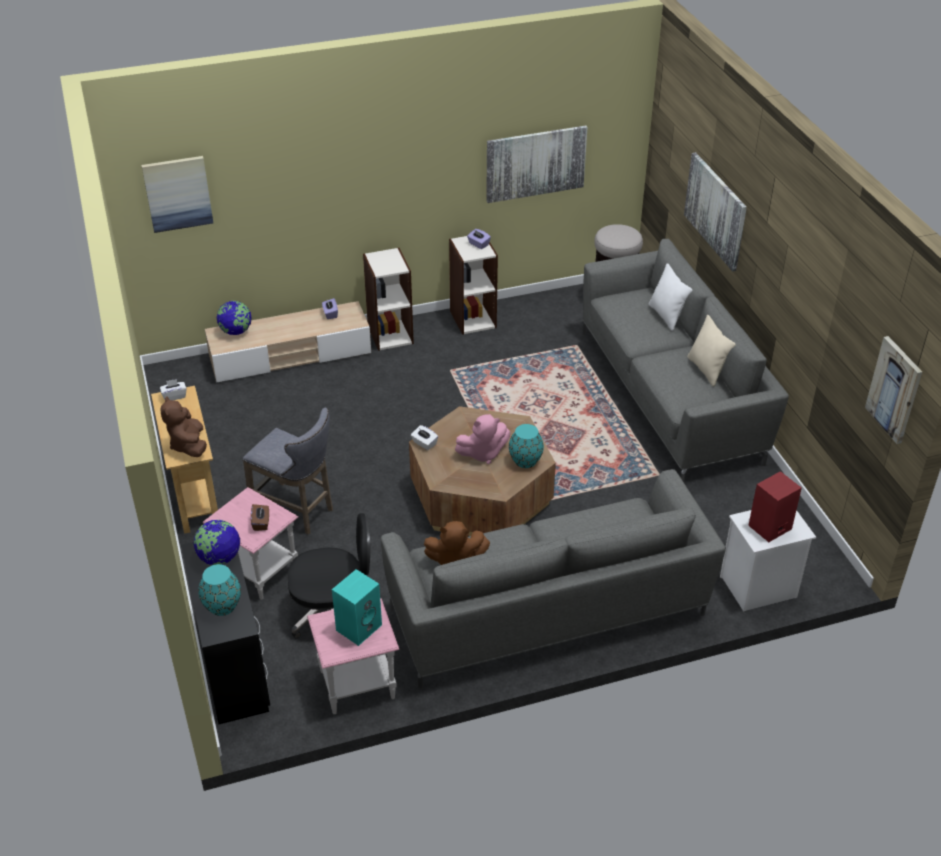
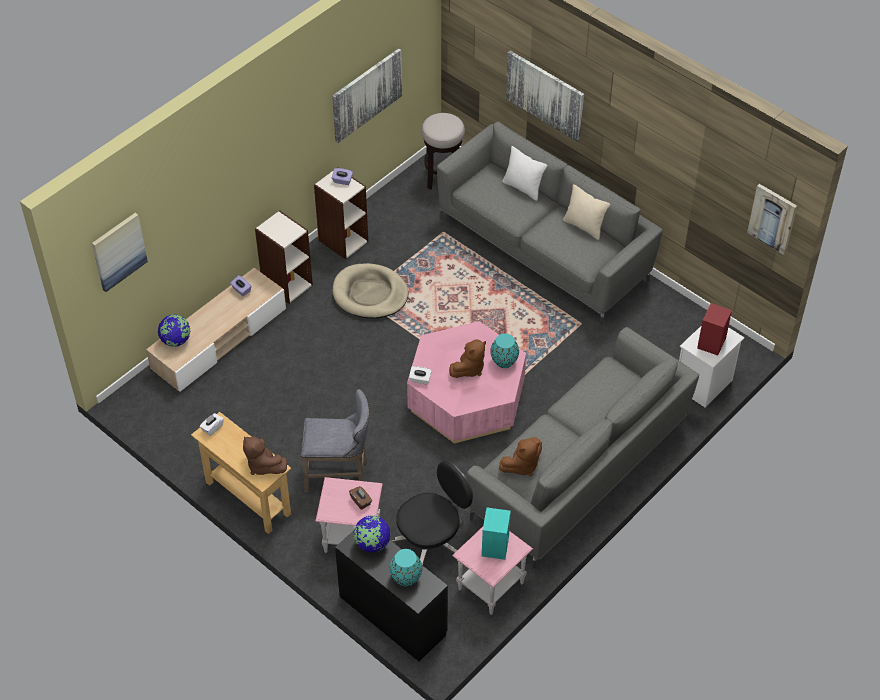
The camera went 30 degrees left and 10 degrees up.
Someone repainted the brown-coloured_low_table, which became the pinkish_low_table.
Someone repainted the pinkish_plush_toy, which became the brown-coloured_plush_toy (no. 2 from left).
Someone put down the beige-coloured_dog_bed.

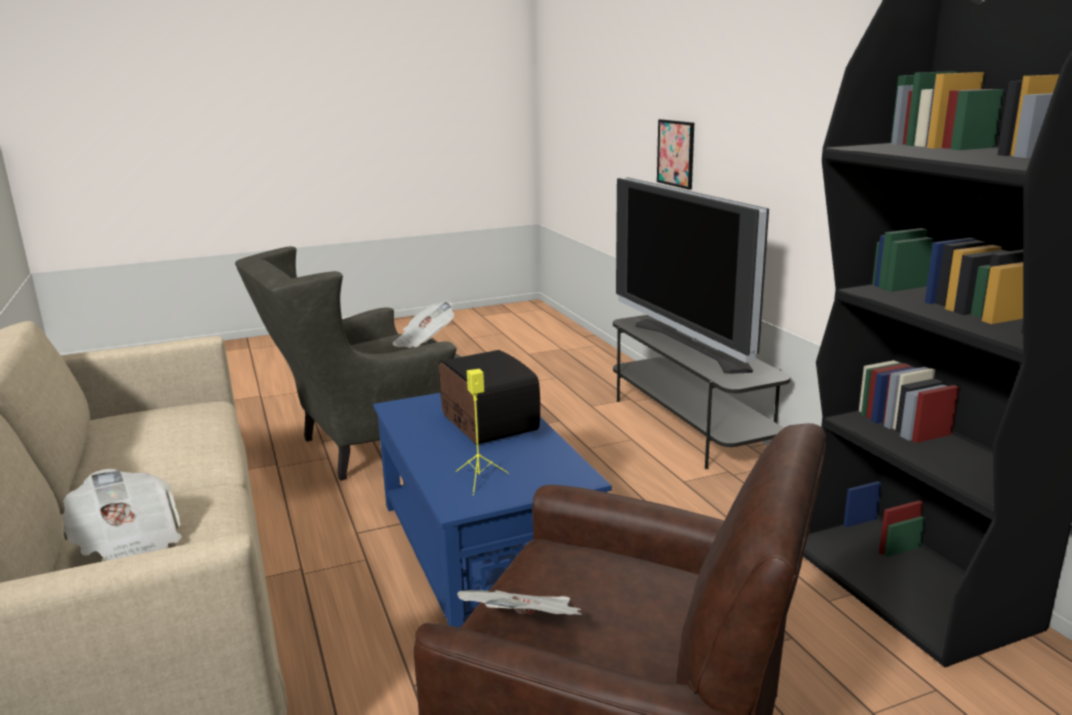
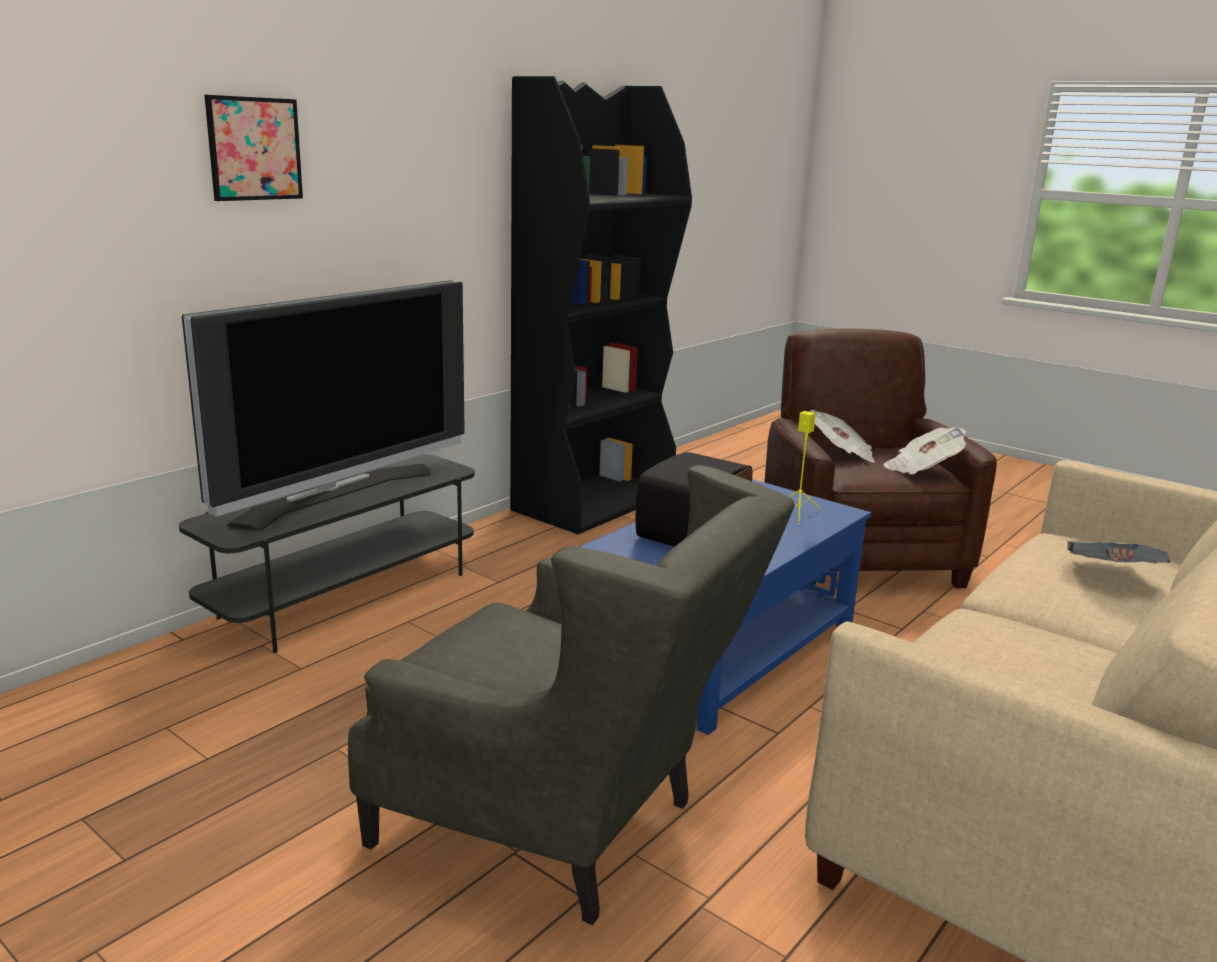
The camera went 120 degrees left and 0 degrees up.
Someone carried the printed_paper (no. 2 from left in the first image).
Someone carried the wall_art.

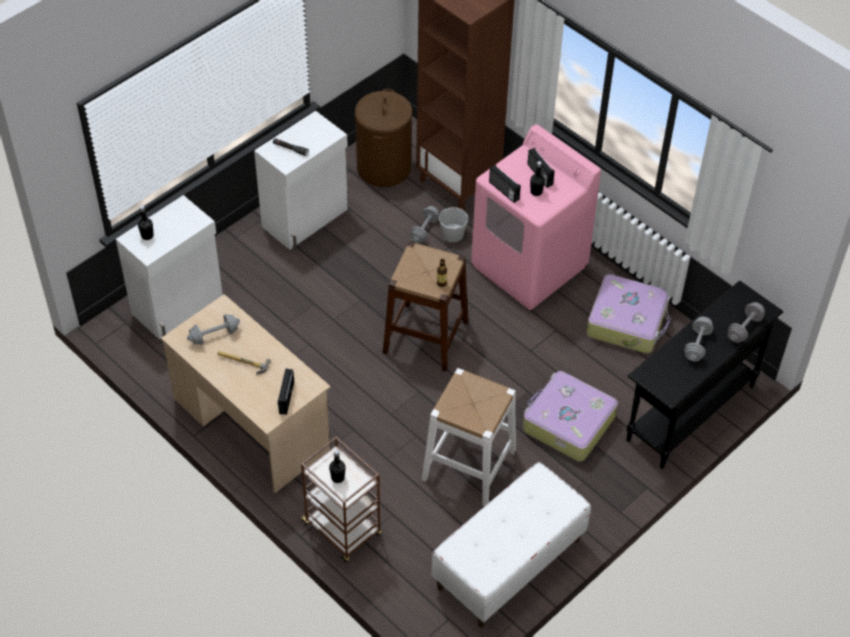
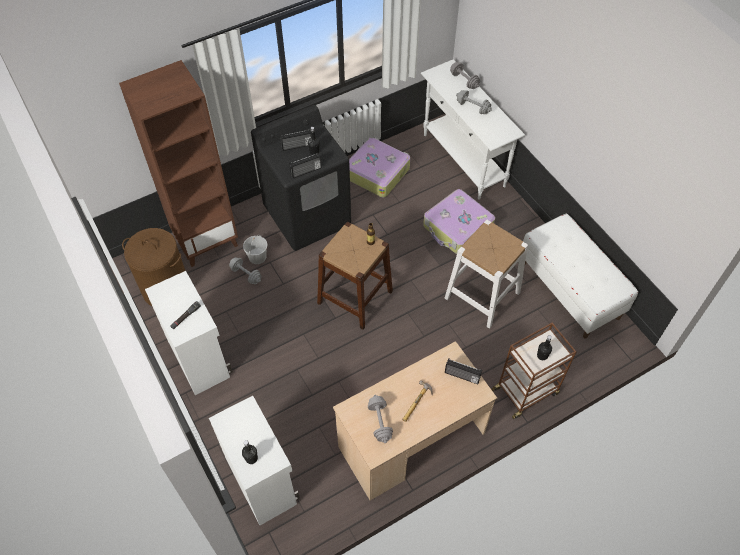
The camera went 75 degrees left and 5 degrees up.
Someone repainted the pinkish_laundry_machine, which became the black_laundry_machine.
Someone repainted the black_hall_table, which became the white_hall_table.

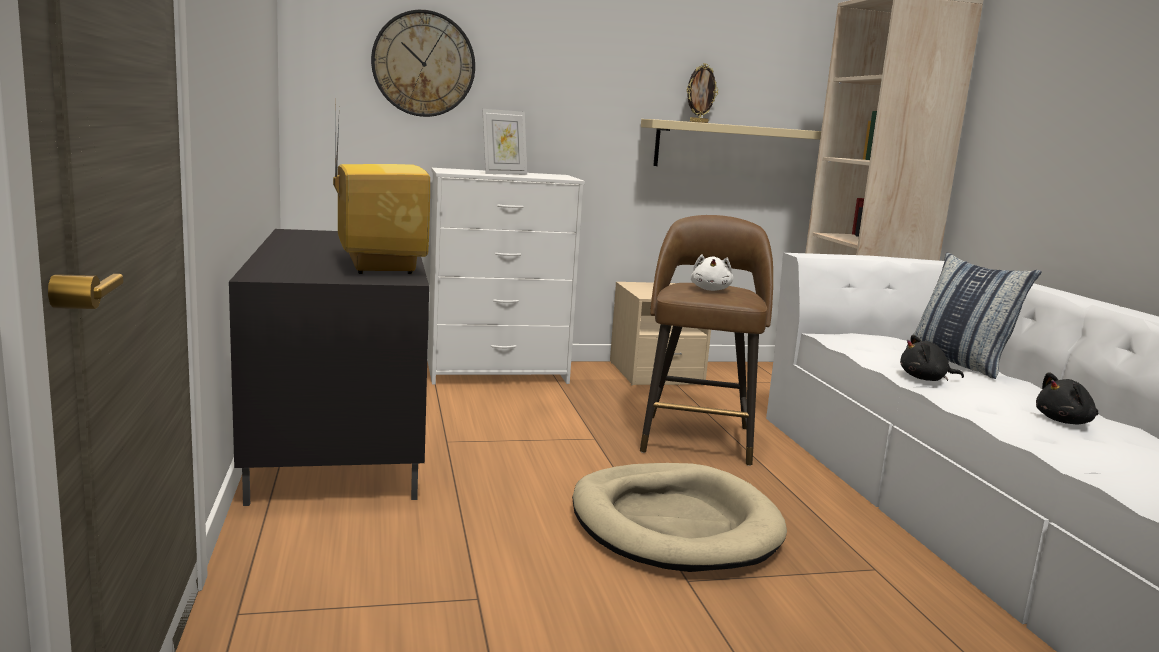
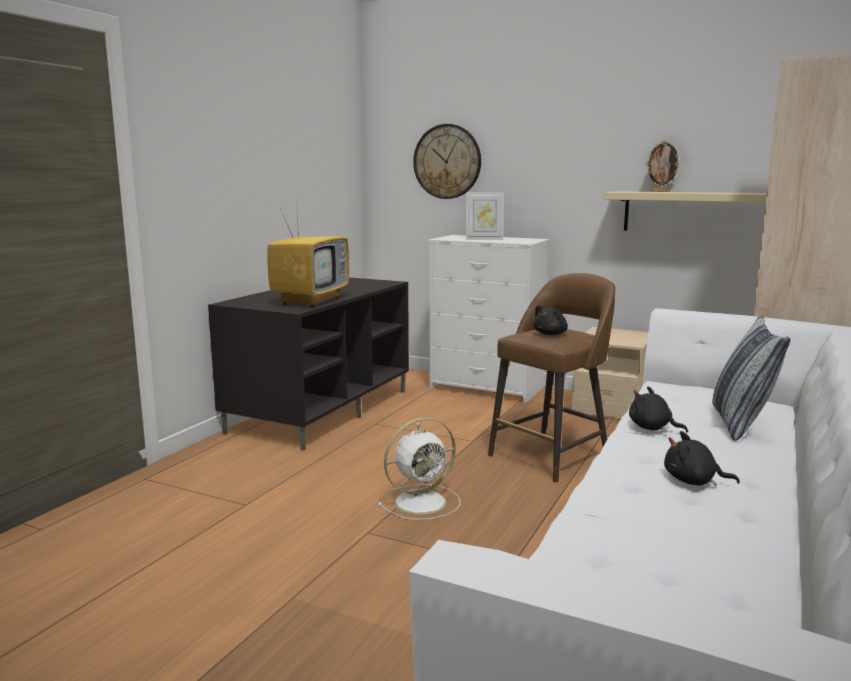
The camera went 40 degrees right and 0 degrees up.
Someone swapped the beige-coloured_dog_bed for the white_electric_fan.
Someone repainted the white_plush_toy, which became the black_plush_toy (no. 1 from left).

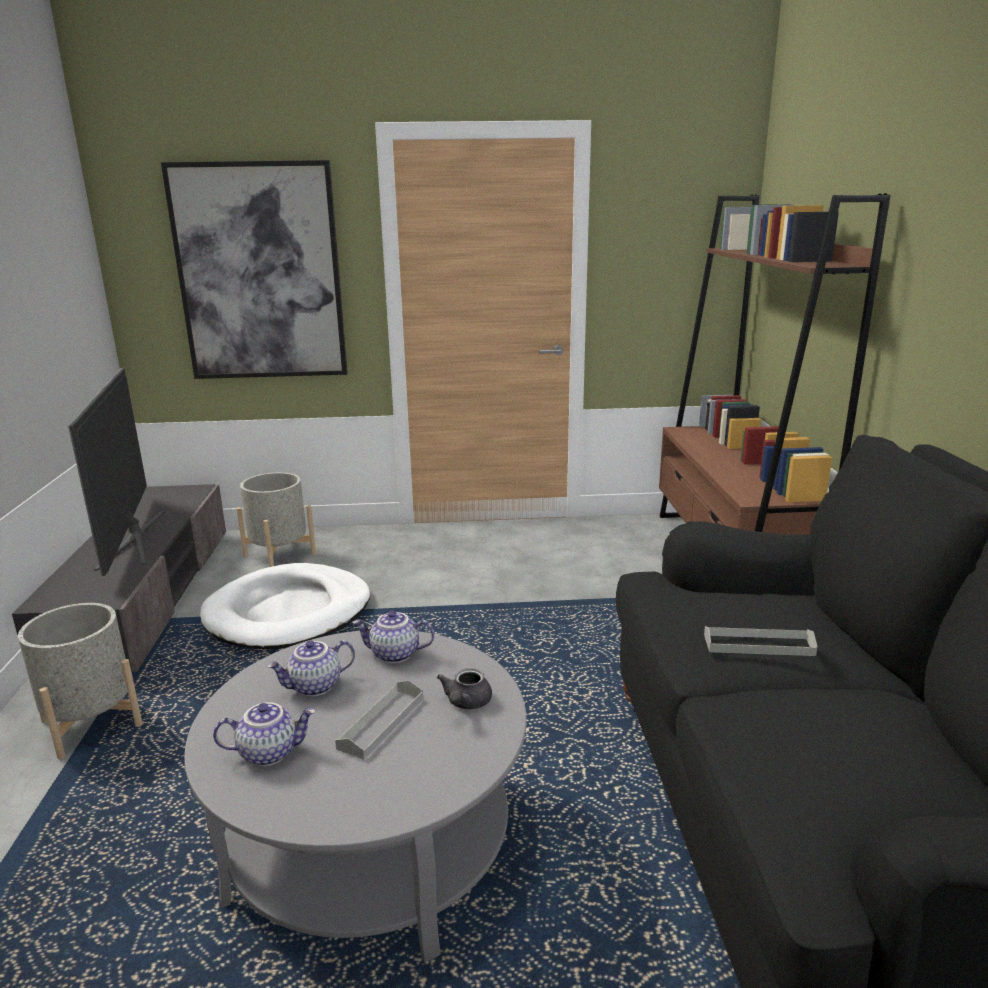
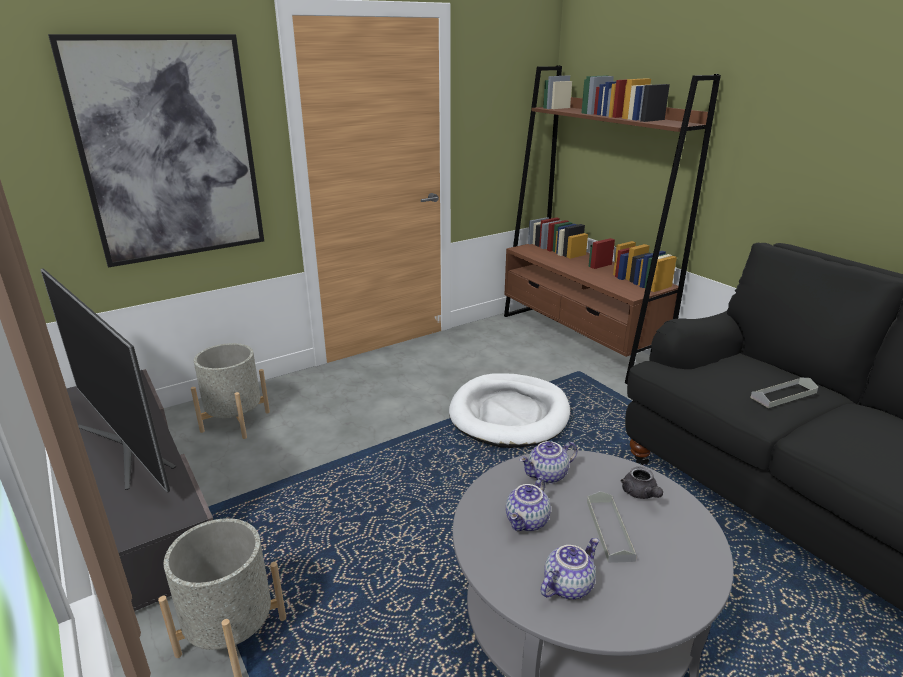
The camera went 30 degrees left and 5 degrees up.
Someone carried the white_dog_bed.

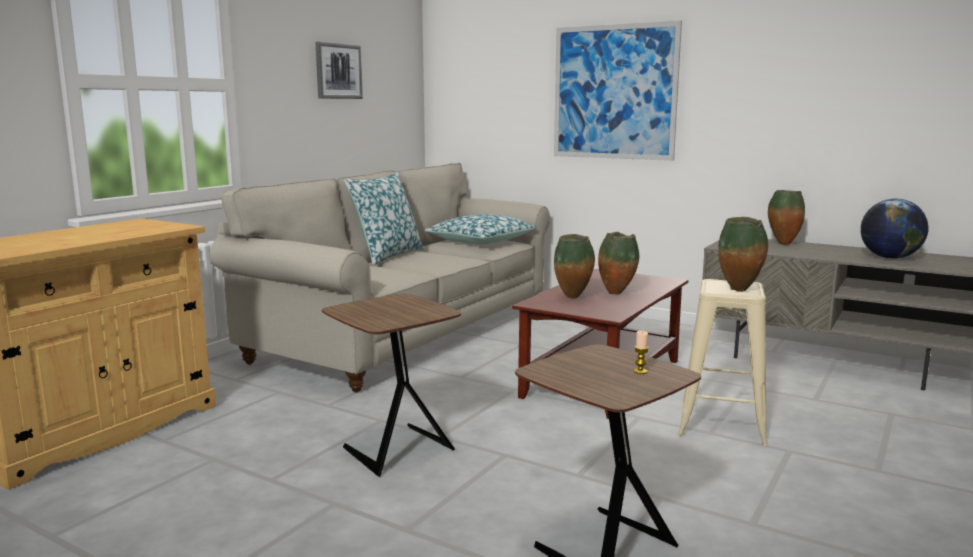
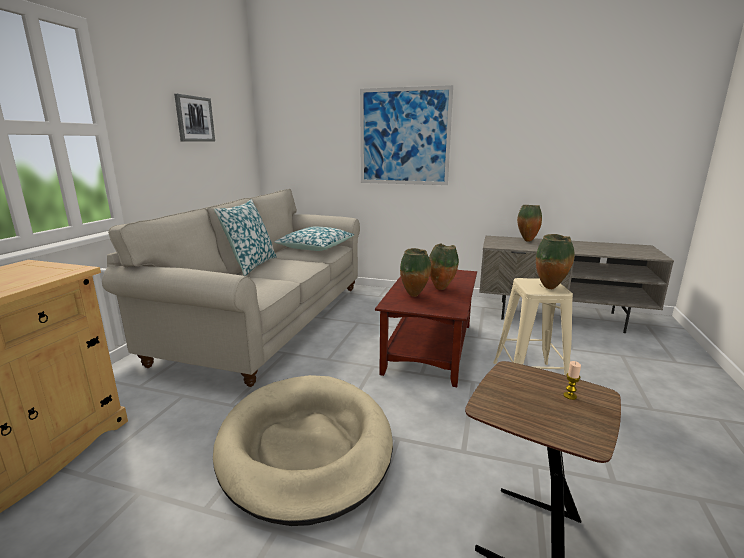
The camera went 15 degrees left and 5 degrees up.
Someone swapped the brown-coloured_end_table (no. 1 from left) for the beige-coloured_dog_bed.
Someone took away the world_globe.

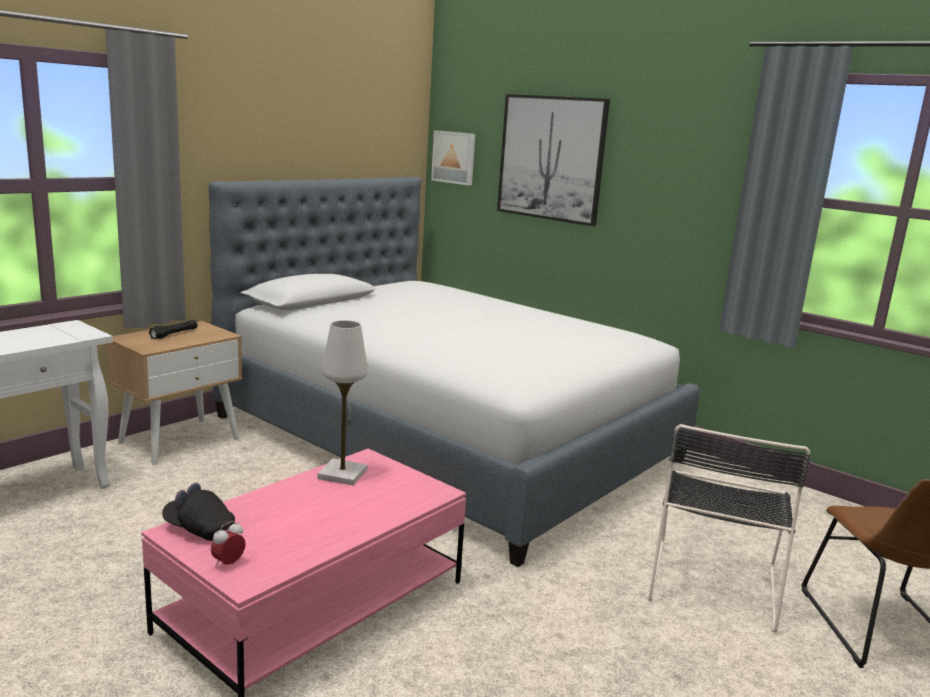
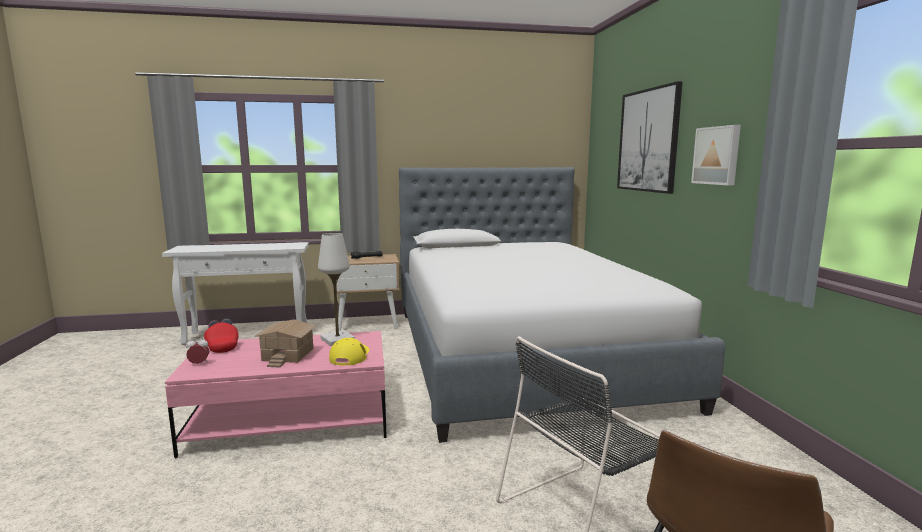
The camera went 40 degrees right and 5 degrees down.
Someone repainted the black_cap, which became the red_cap.
Someone carried the wall_art (no. 1 from left in the first image).
Someone put down the miniature_house.
Someone put down the yellow-coloured_cap.

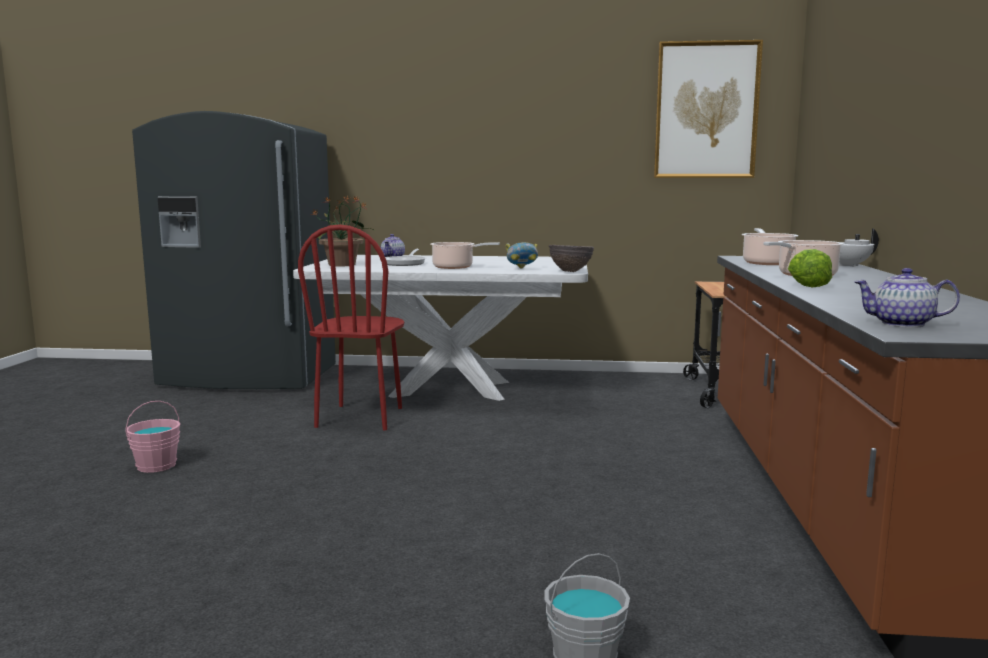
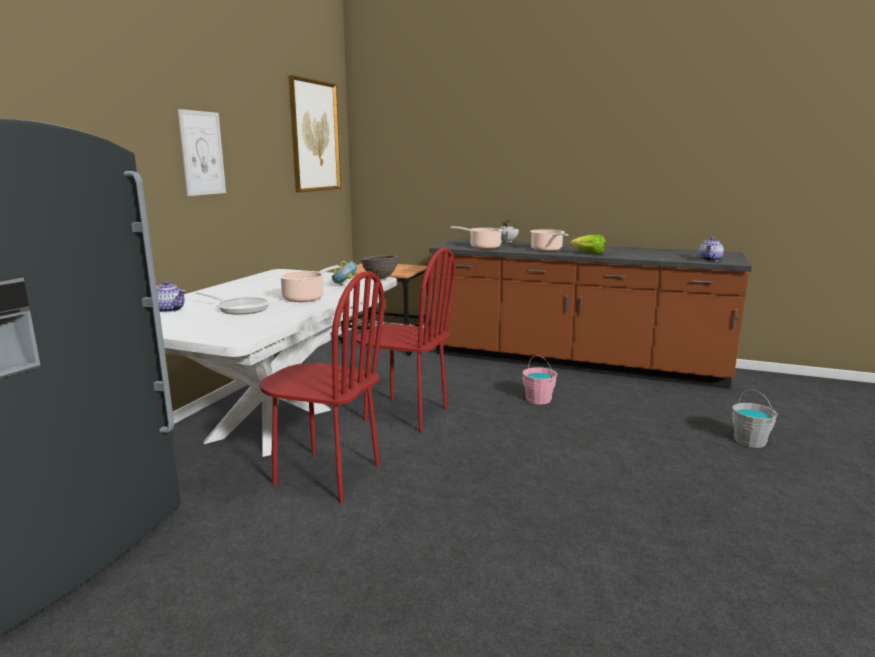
The camera went 75 degrees left and 5 degrees up.
Someone carried the pinkish_pail.
Someone took away the potted_plant.
Someone put up the wall_art (no. 1 from left).
Someone put down the red_plain_chair (no. 2 from left).

